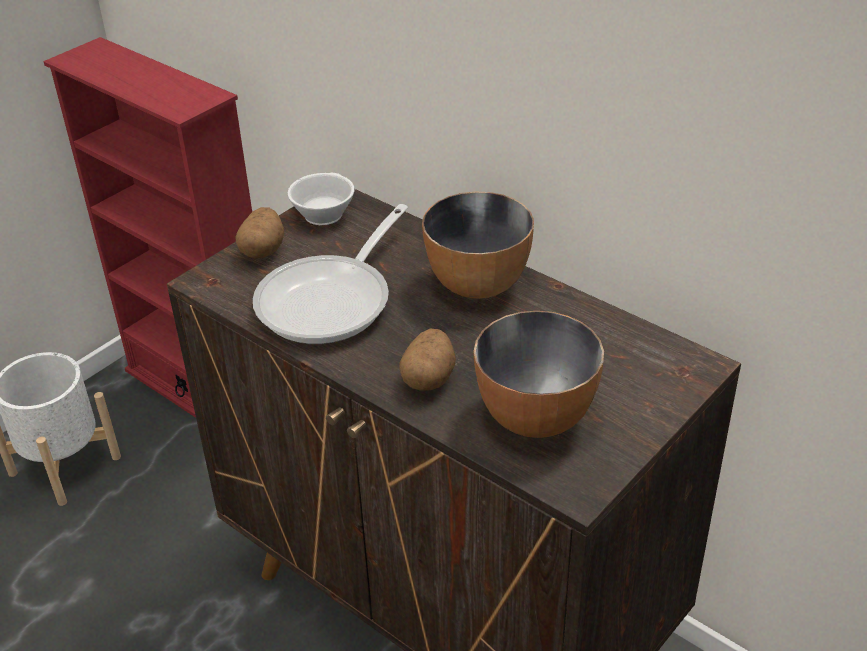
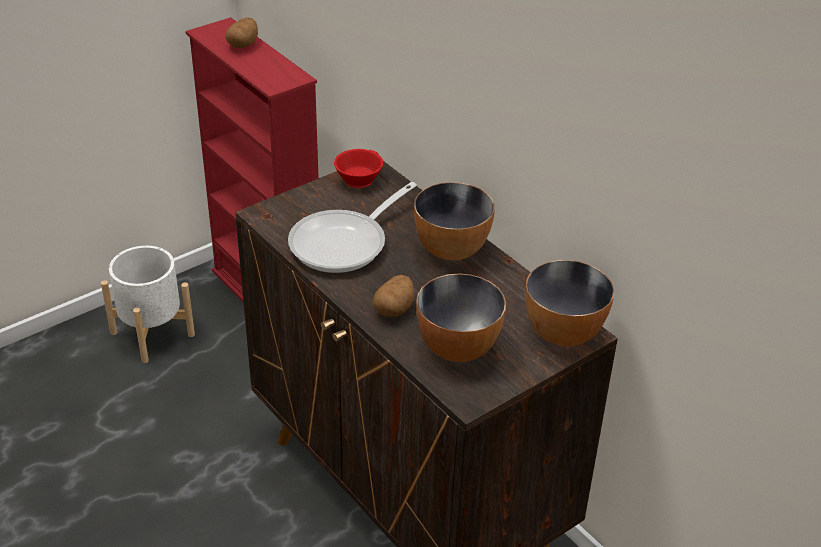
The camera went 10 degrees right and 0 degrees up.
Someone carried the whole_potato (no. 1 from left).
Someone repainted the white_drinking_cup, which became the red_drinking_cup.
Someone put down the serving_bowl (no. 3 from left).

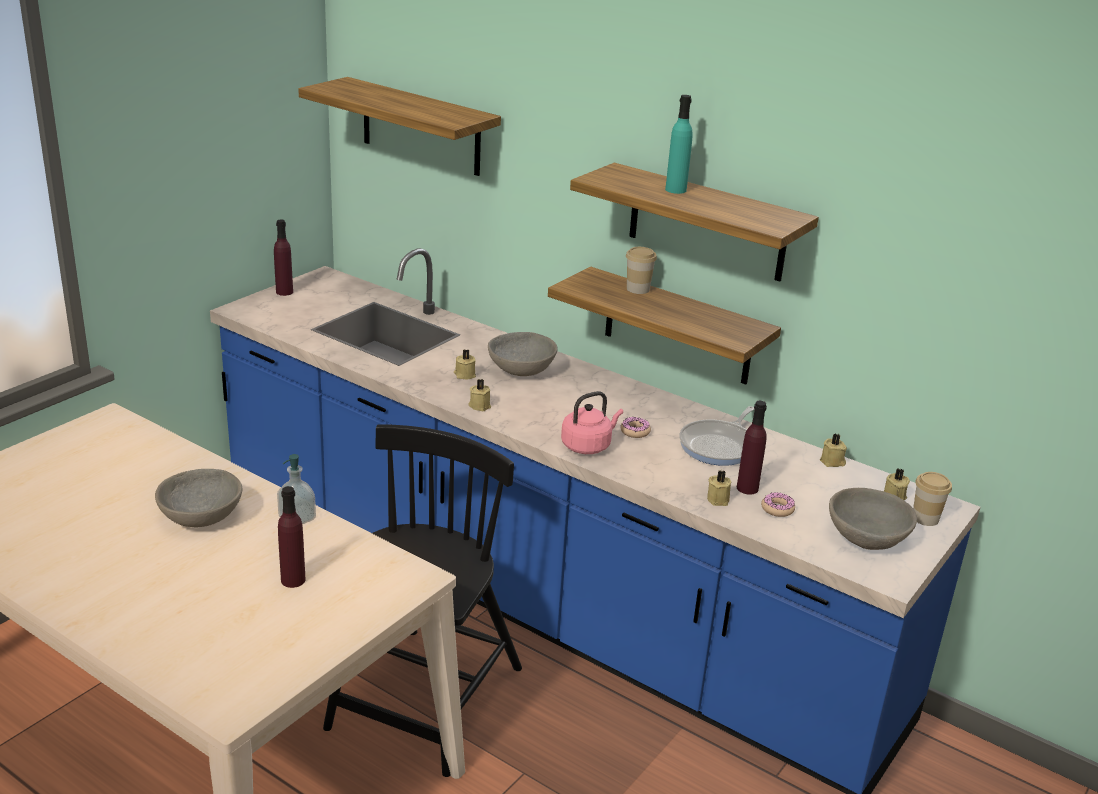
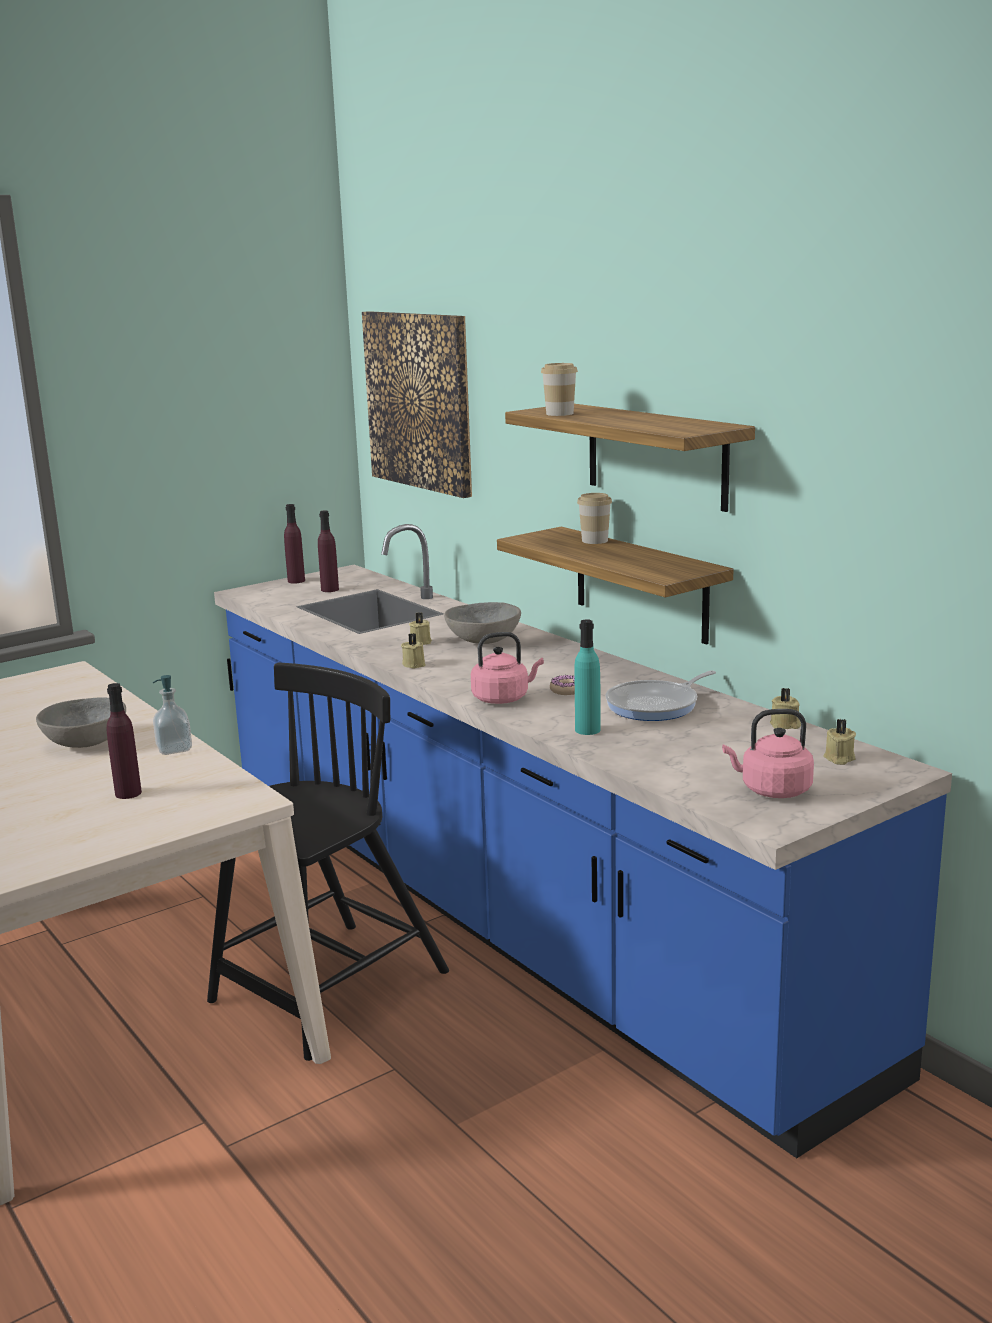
The camera went 20 degrees right and 10 degrees down.
Someone swapped the shelf (no. 1 from left) for the wall_art.
Someone carried the blue-green_drink_bottle.
Someone took away the beige-coloured_wax_candle (no. 3 from left).
Someone carried the purple-coloured_drink_bottle (no. 3 from left).
Someone took away the doughnut (no. 2 from left).
Someone swapped the greyish_serving_bowl (no. 3 from left) for the pinkish_water_kettle (no. 2 from left).
Someone carried the drinking_cup (no. 2 from left in the first image).

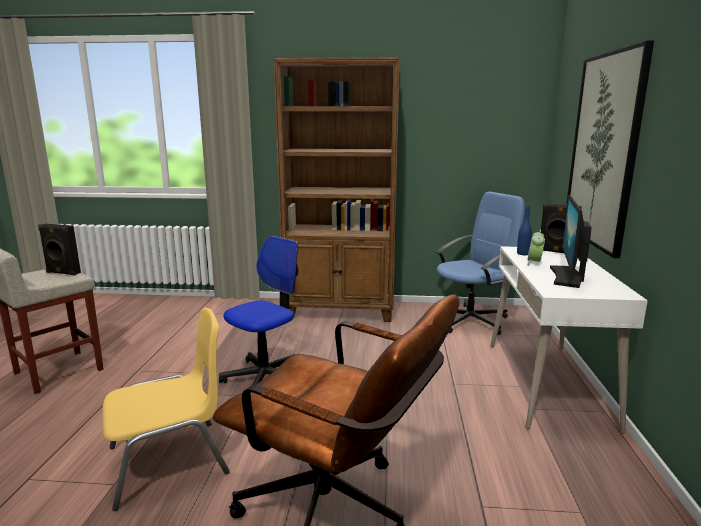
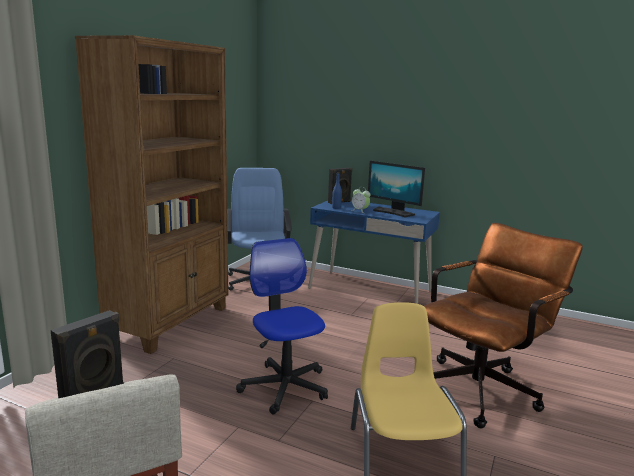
The camera went 70 degrees left and 0 degrees up.
Someone repainted the white_desk, which became the blue_desk.
Someone took away the wall_art.

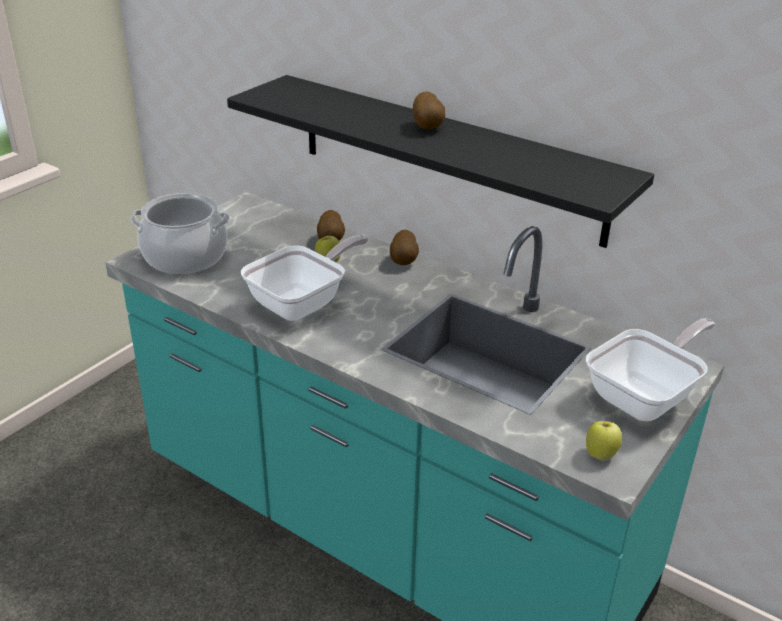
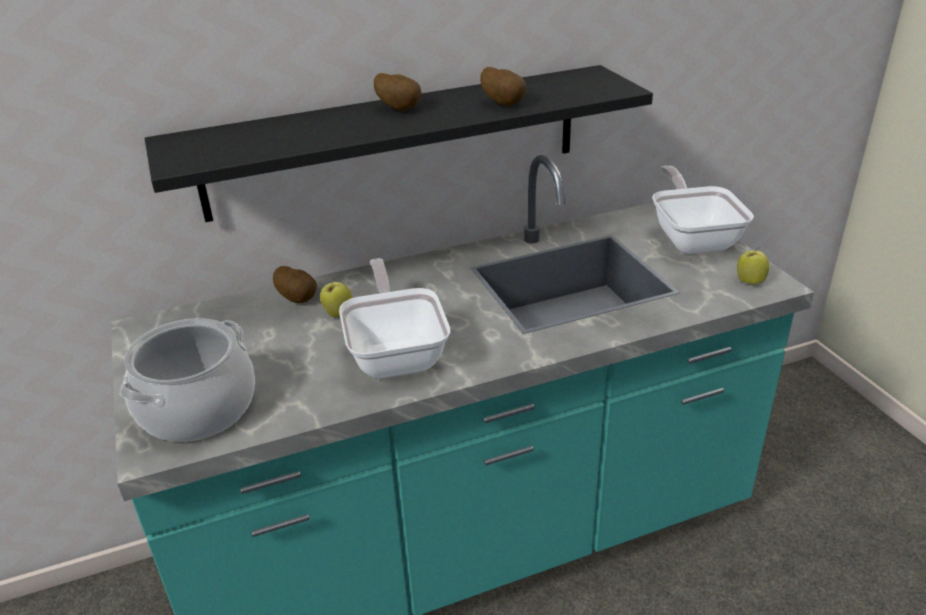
The camera went 55 degrees left and 0 degrees up.
Someone carried the whole_potato (no. 2 from left in the first image).

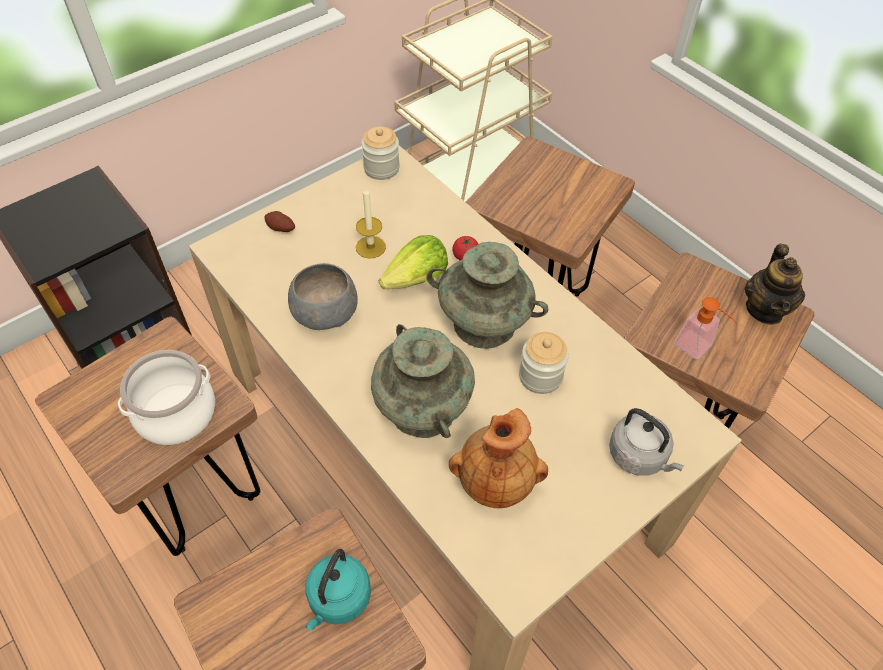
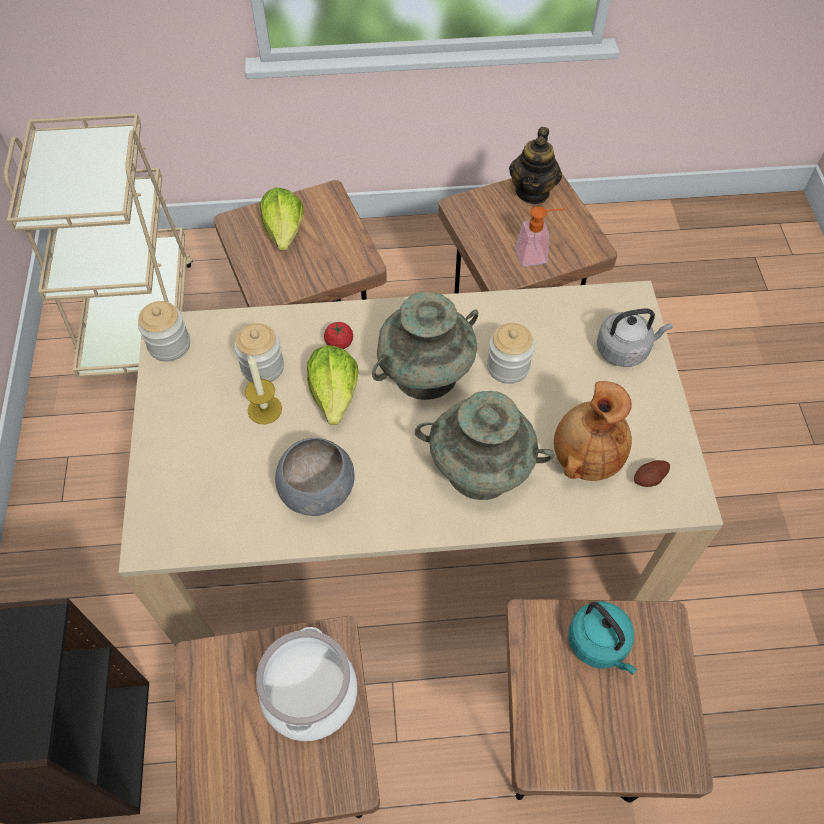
The camera went 55 degrees left and 5 degrees up.
Someone carried the whole_potato.
Someone rotated the pot_for_tea by 60 degrees clockwise.
Someone put down the storage_jar (no. 2 from left).
Someone put down the head_of_lettuce (no. 1 from left).

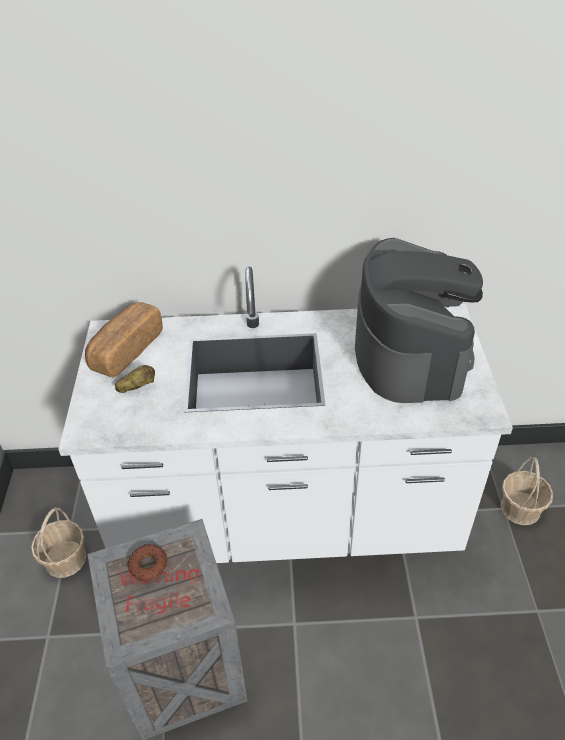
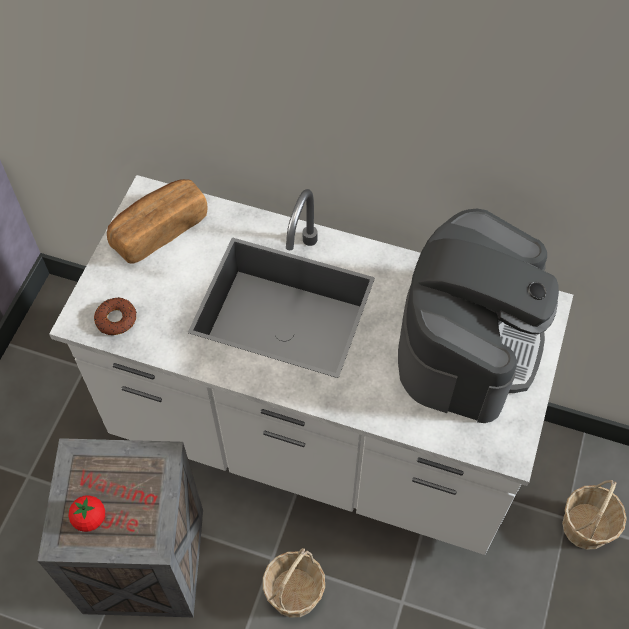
The camera went 20 degrees right and 15 degrees up.
Someone carried the storage_basket (no. 1 from left).
Someone took away the whole_potato.
Someone carried the doughnut.
Someone put down the fresh_tomato.

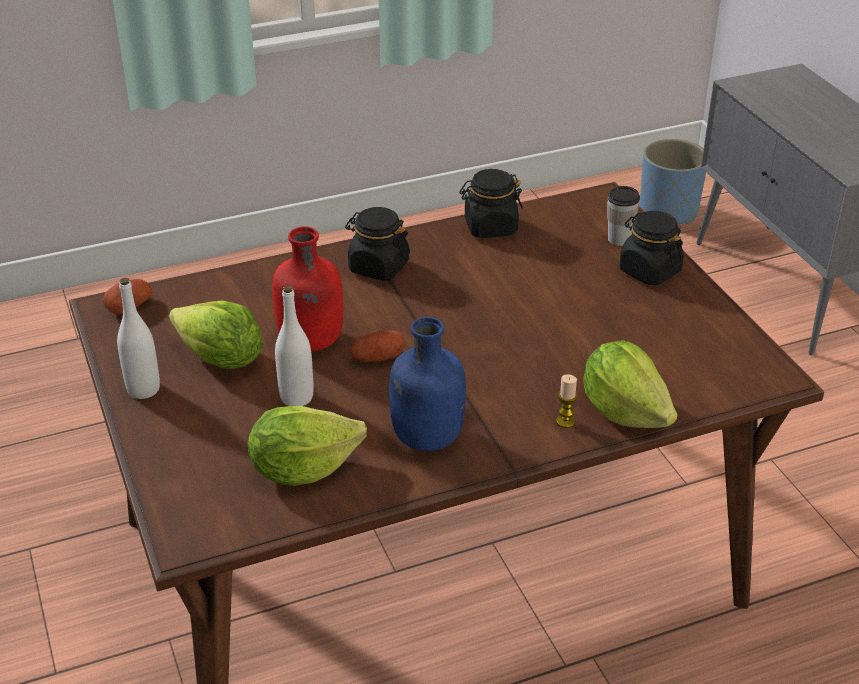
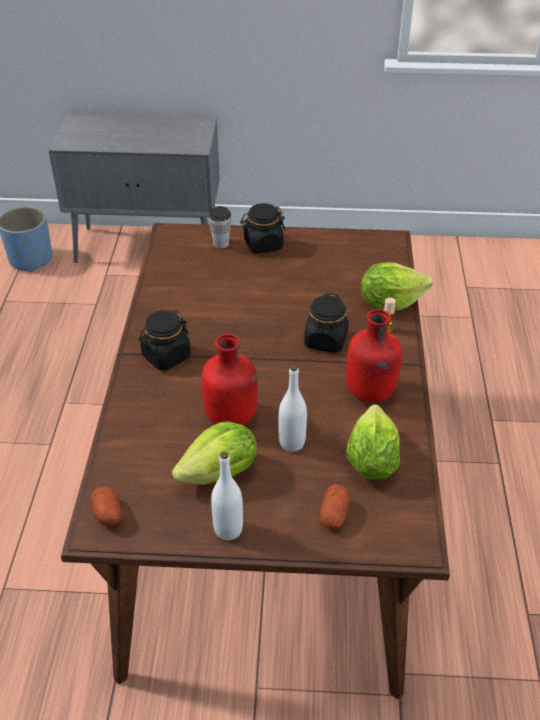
The camera went 65 degrees left and 5 degrees up.
Someone carried the whole_potato (no. 2 from left).
Someone repainted the blue_drink_bottle, which became the red_drink_bottle (no. 2 from left).
Someone carried the black_storage_jar (no. 2 from left in the first image).

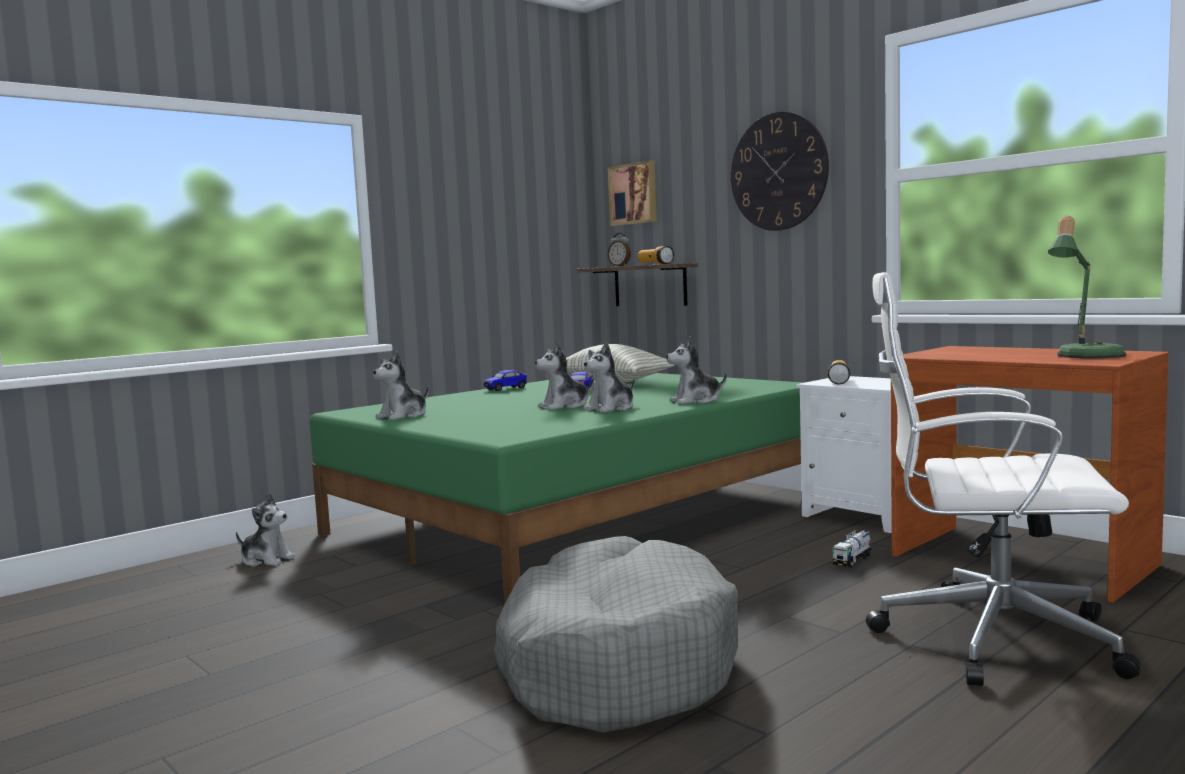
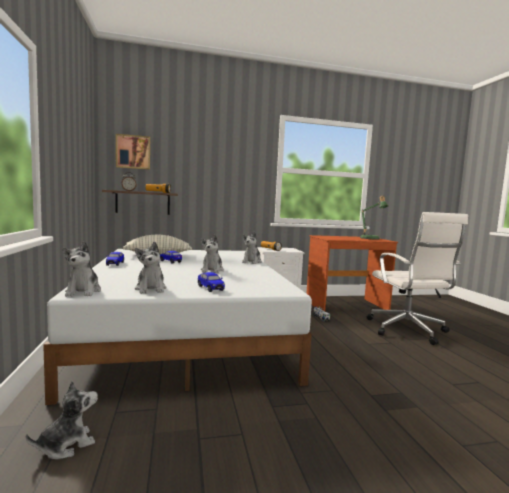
The camera went 60 degrees left and 0 degrees up.
Someone repainted the greenish_bedroom_bed, which became the white_bedroom_bed.
Someone took away the greyish_dog_bed.
Someone carried the plush_toy (no. 4 from left in the first image).
Someone took away the clock_on_the_wall.
Someone rotated the white_computer_chair by 60 degrees counterclockwise.
Someone put down the model_car (no. 3 from left).

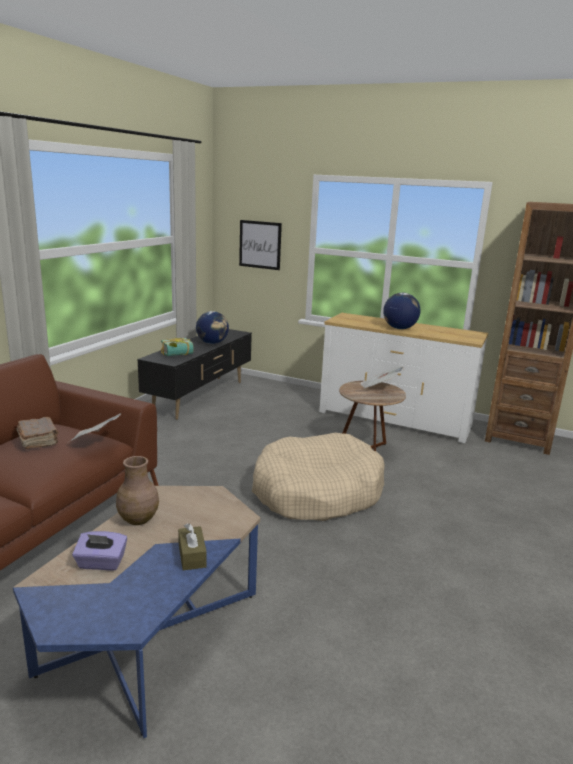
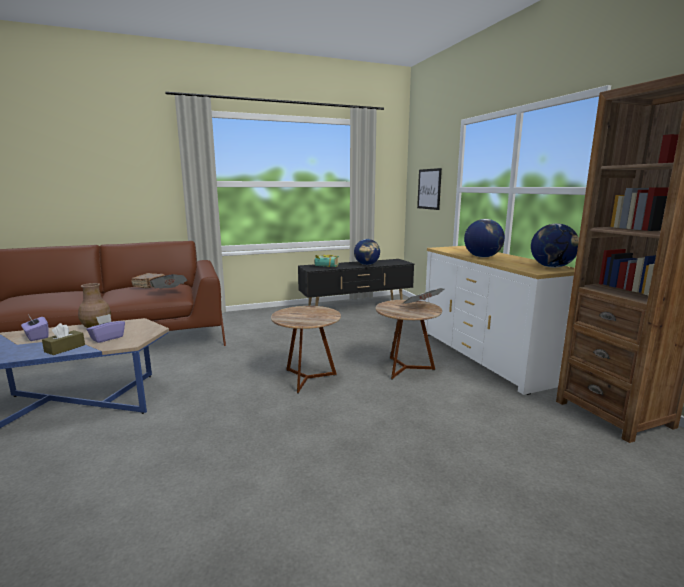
The camera went 45 degrees right and 5 degrees down.
Someone swapped the beige-coloured_dog_bed for the brown-coloured_end_table (no. 1 from left).
Someone put down the purple-coloured_tissue_holder (no. 2 from left).
Someone put down the world_globe (no. 3 from left).

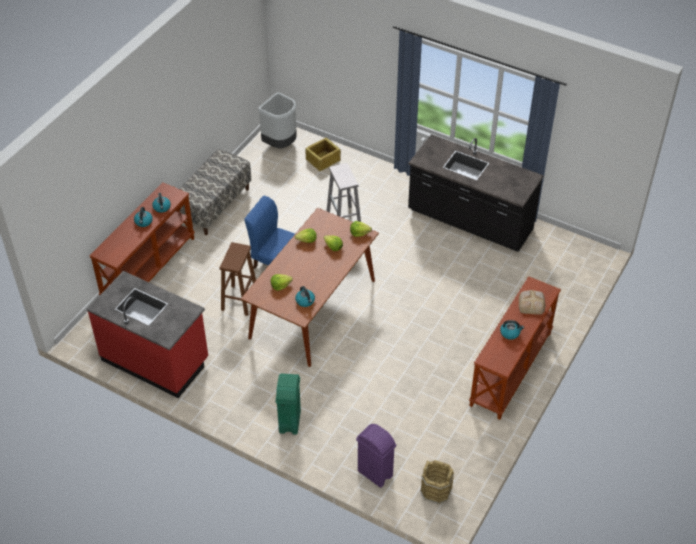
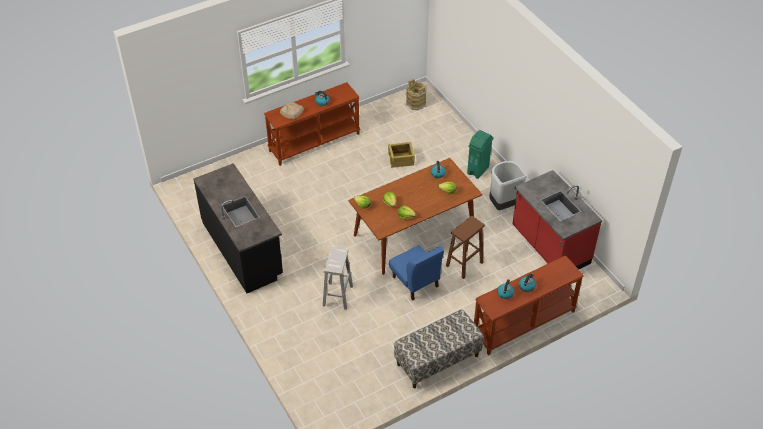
The camera went 150 degrees left and 0 degrees up.
Someone carried the greyish_waste_bin.
Someone carried the crate.
Someone took away the purple-coloured_waste_bin.

